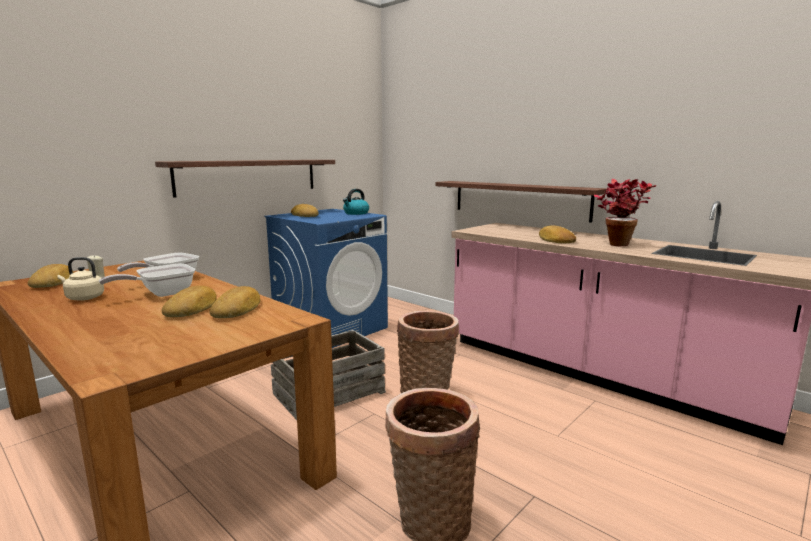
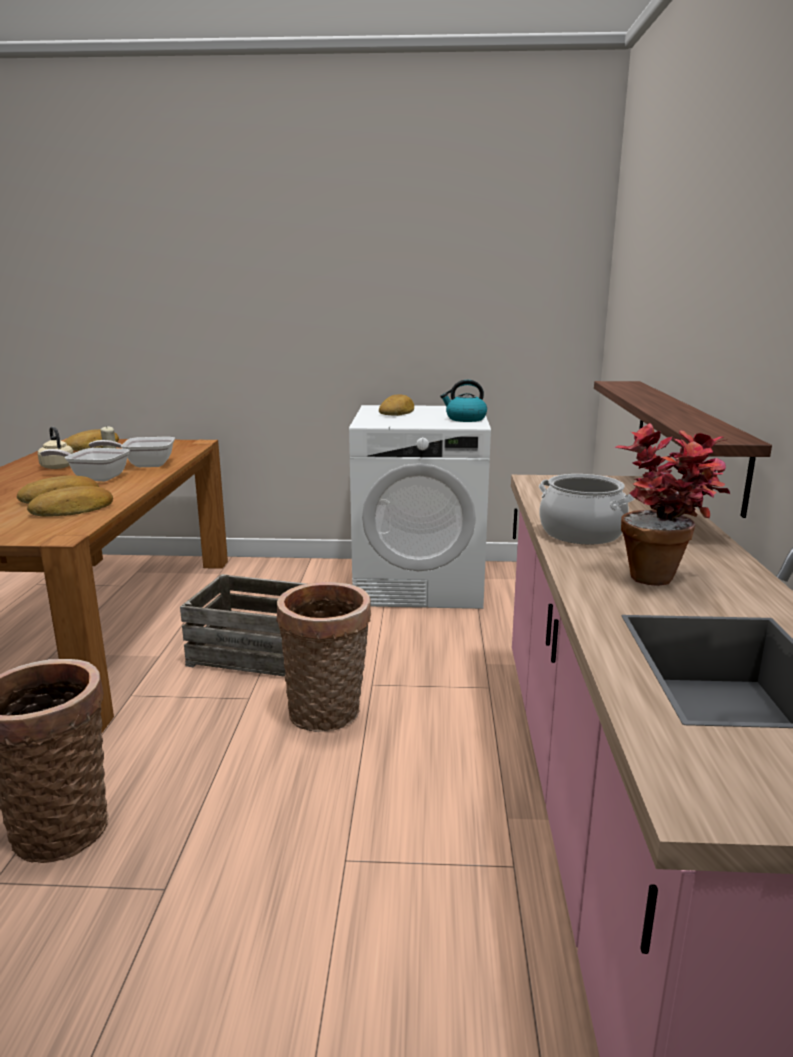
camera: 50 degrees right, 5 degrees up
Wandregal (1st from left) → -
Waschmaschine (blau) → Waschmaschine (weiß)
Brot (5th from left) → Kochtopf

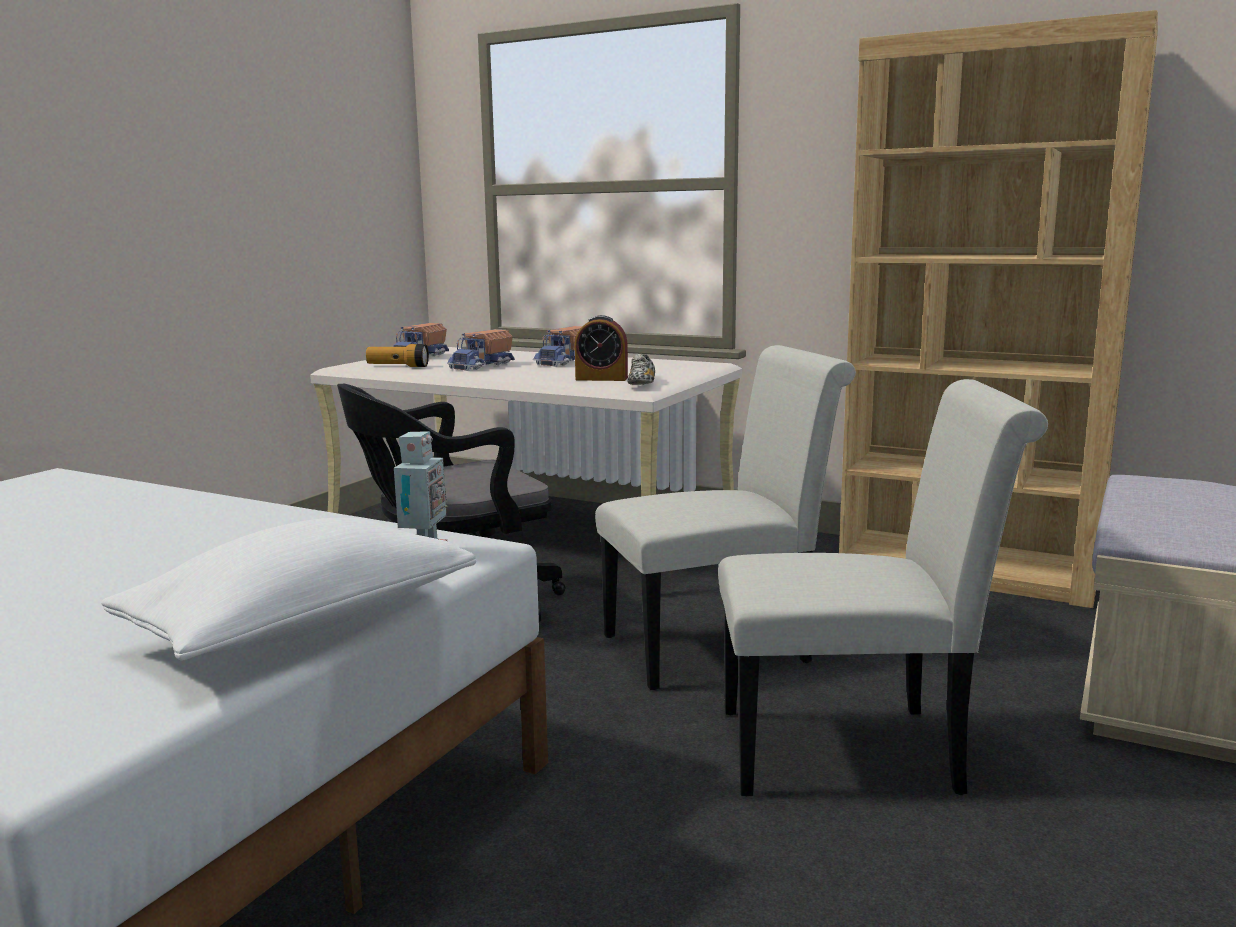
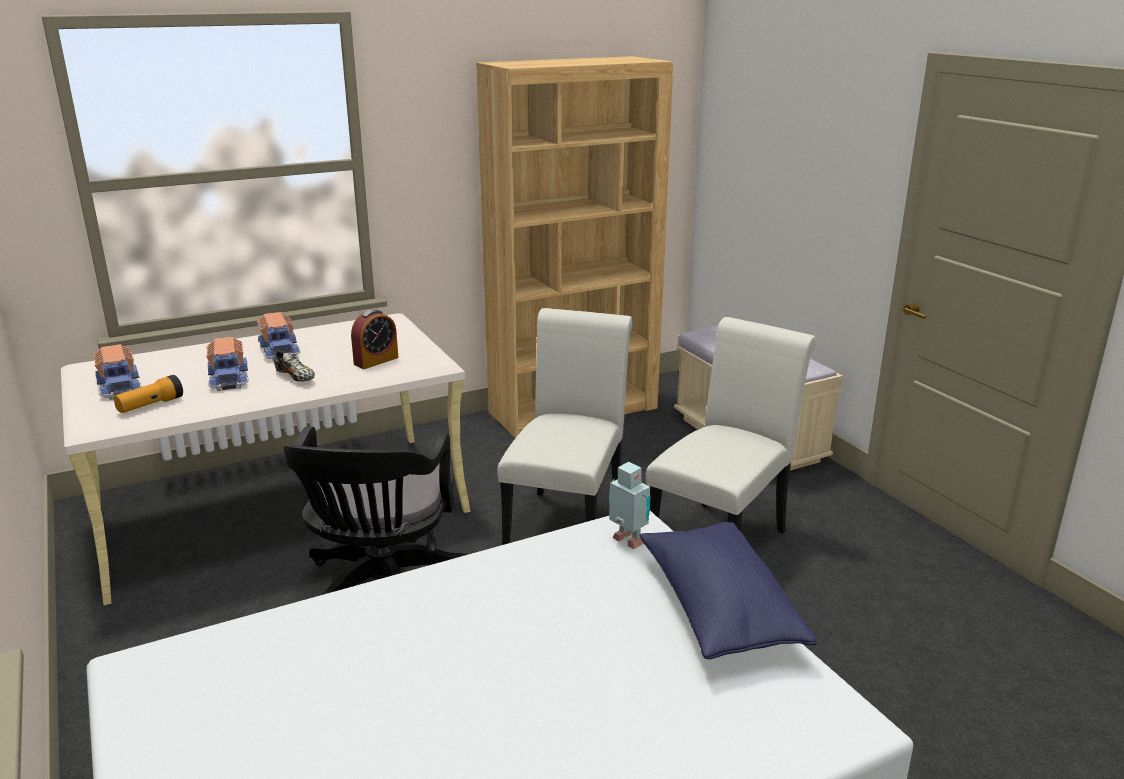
camera: 55 degrees left, 10 degrees up
Schuh, moved
Kissen (weiß) → Kissen (blau)

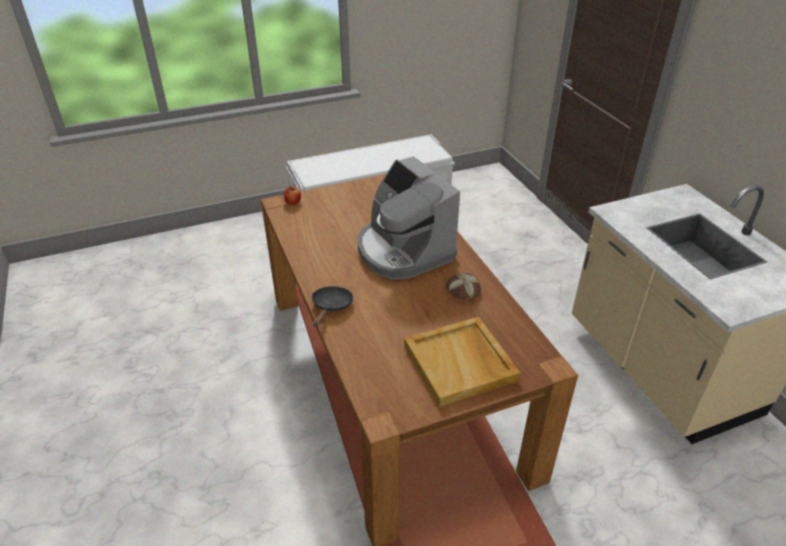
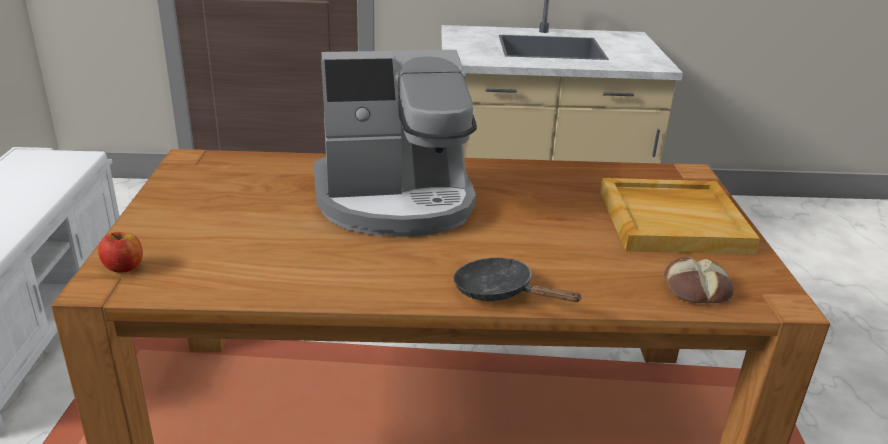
camera: 70 degrees left, 10 degrees down
Brot, moved

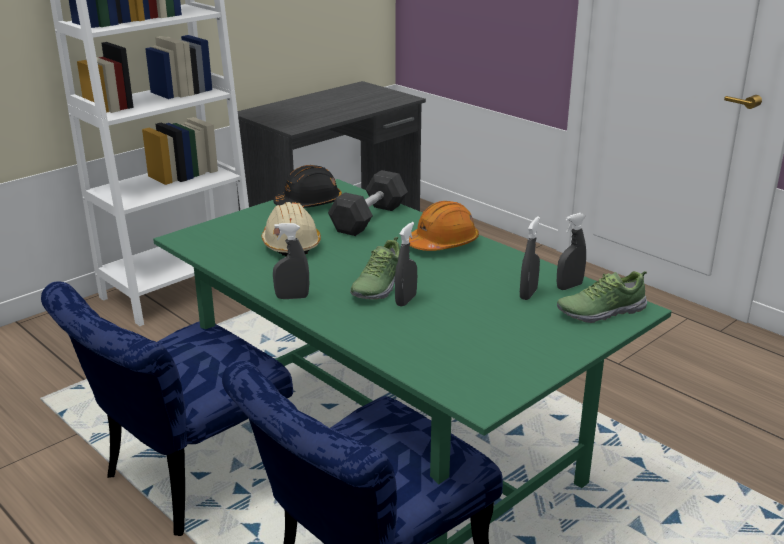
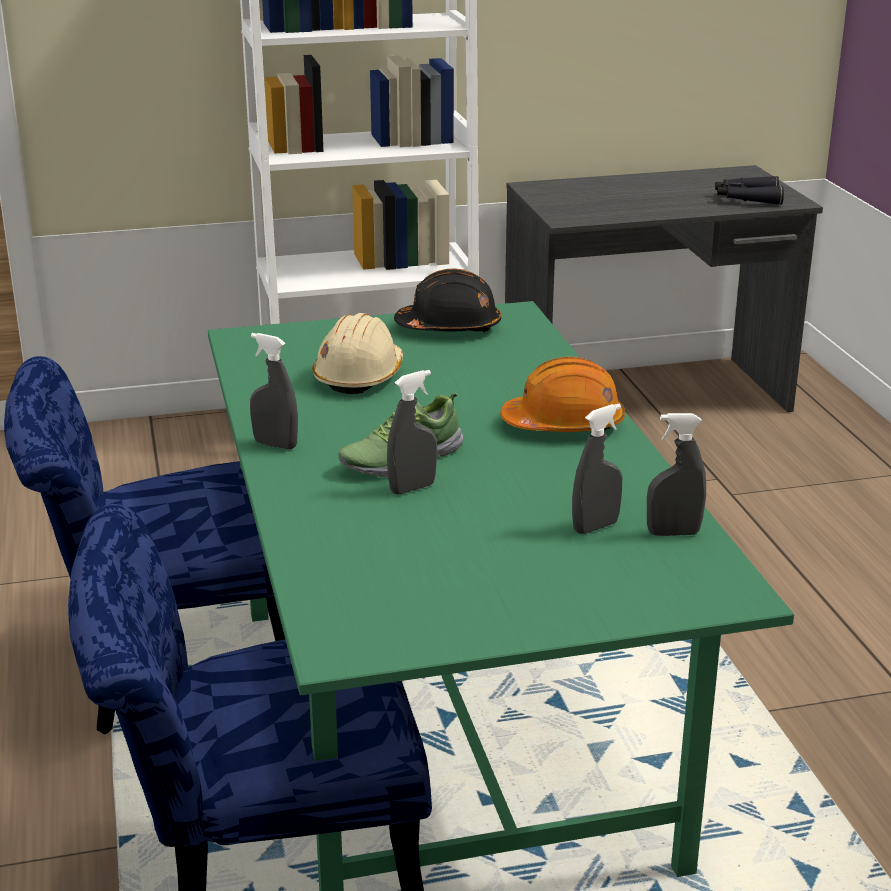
camera: 30 degrees right, 0 degrees up
Hantel (grau) → -
Schuh (2nd from left) → -
- → Fernglas (schwarz)

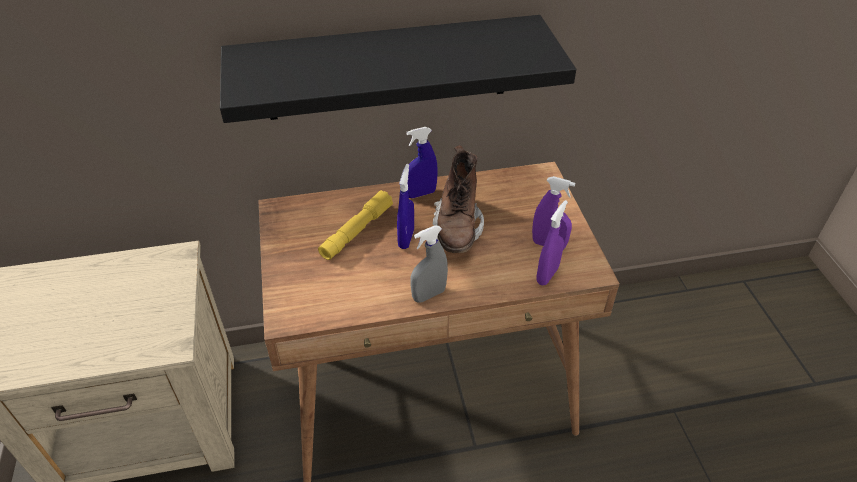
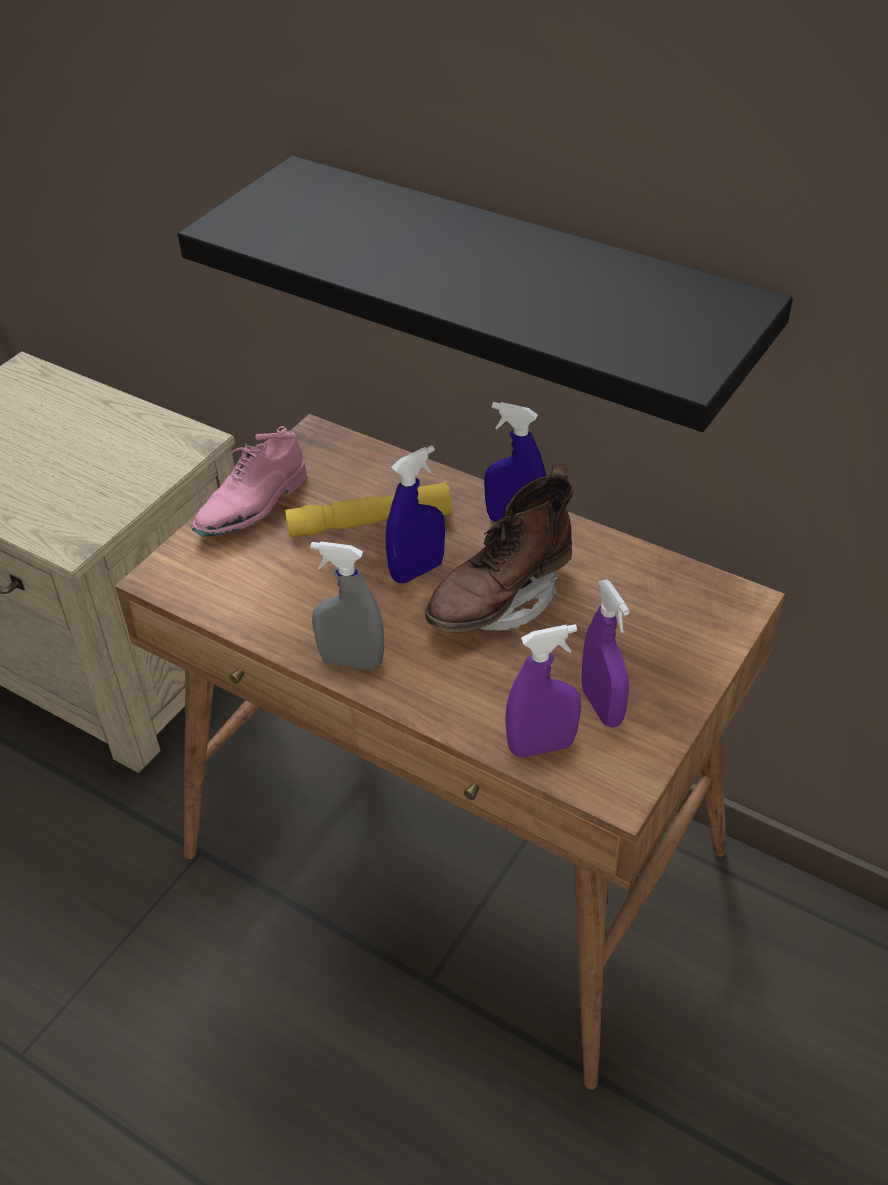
camera: 45 degrees right, 0 degrees up
- → Schuh (rosa)

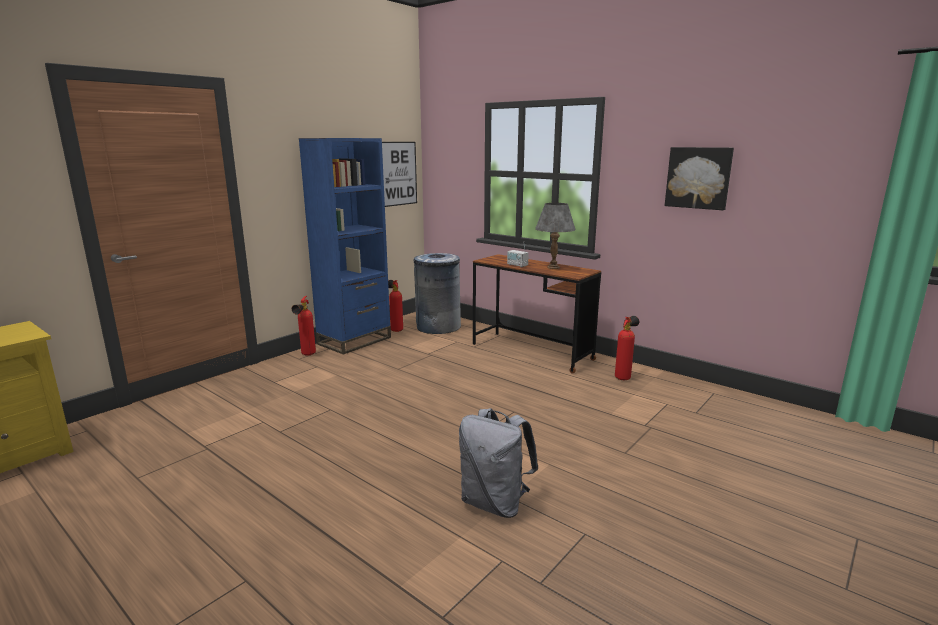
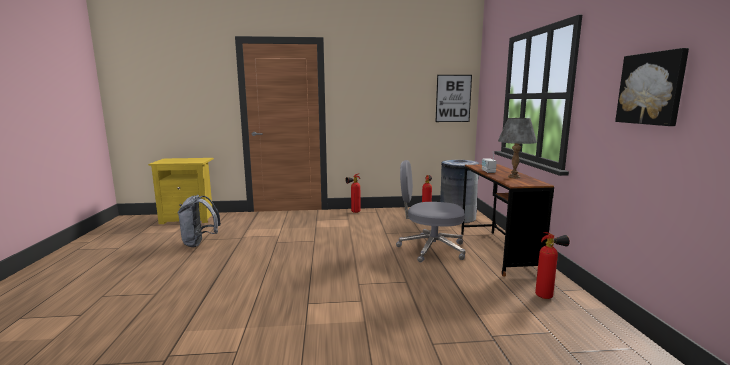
camera: 45 degrees right, 5 degrees down
Bücherregal (blau) → -
Rucksack (grau), moved
- → Bürostuhl (grau)

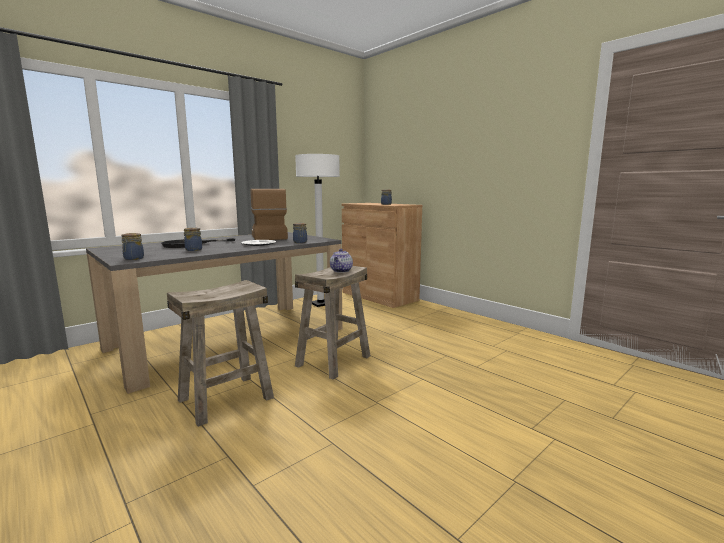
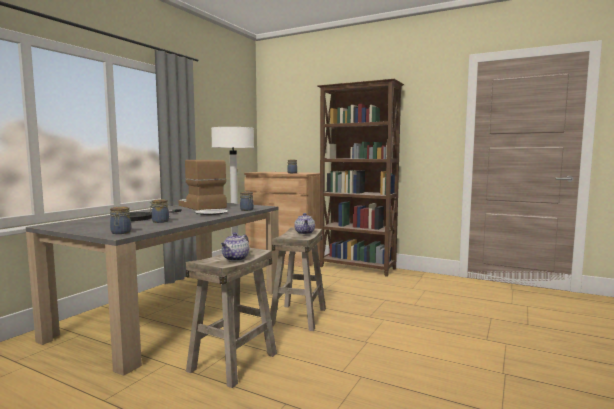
camera: 20 degrees left, 5 degrees down
- → Bücherregal (braun)
- → Teekanne (1st from left)

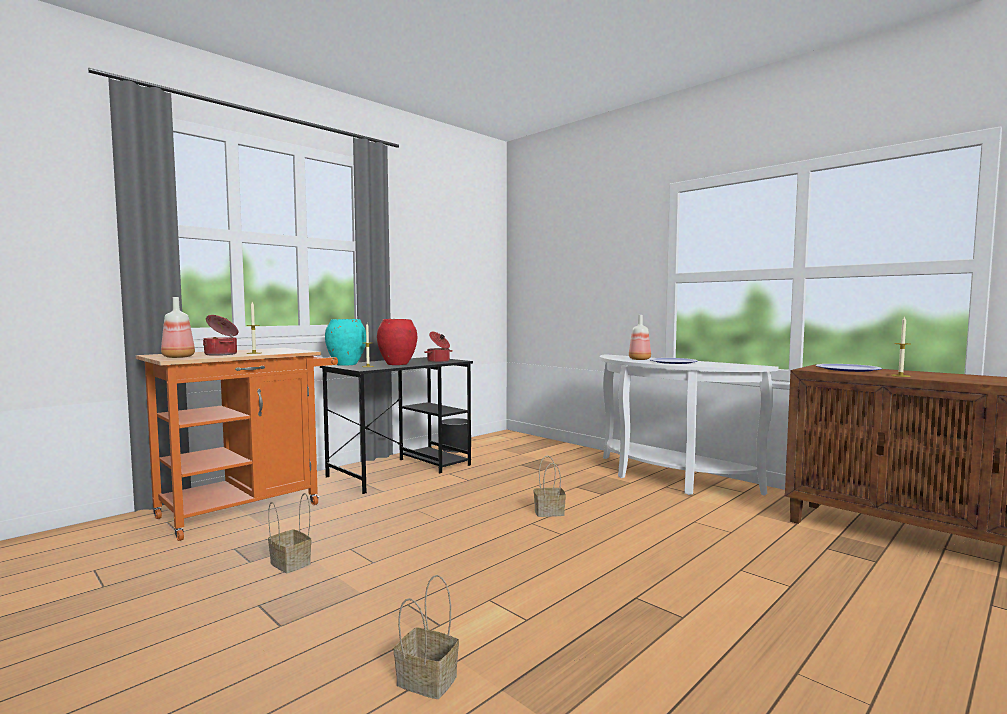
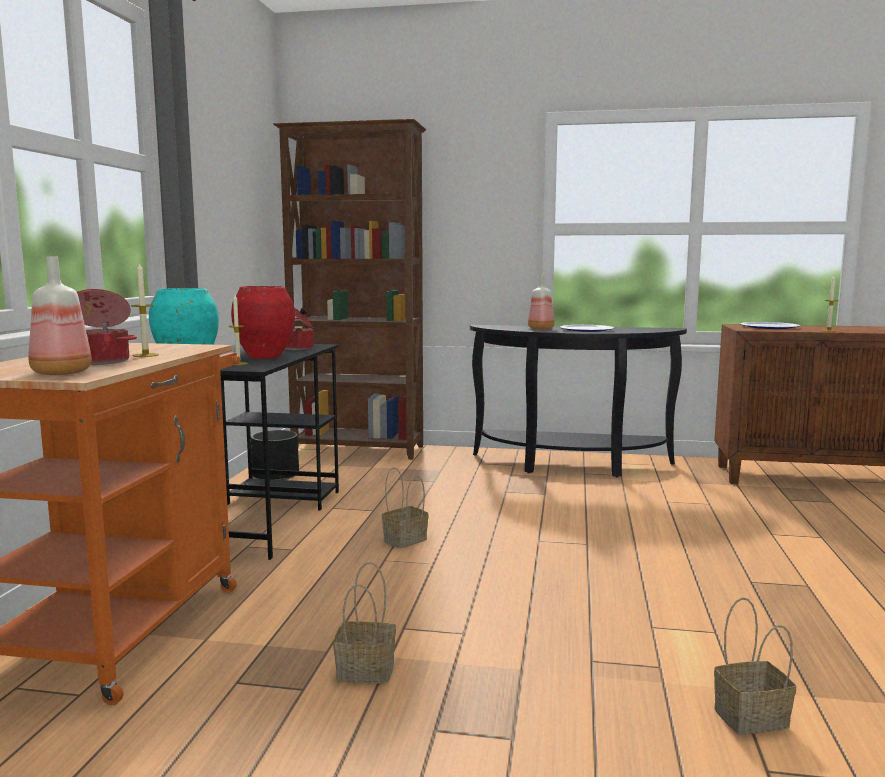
camera: 35 degrees left, 5 degrees up
Konsolentisch (weiß) → Konsolentisch (schwarz)
Korb (3rd from left in the first image) → Korb (2nd from left), moved
- → Bücherregal (braun)

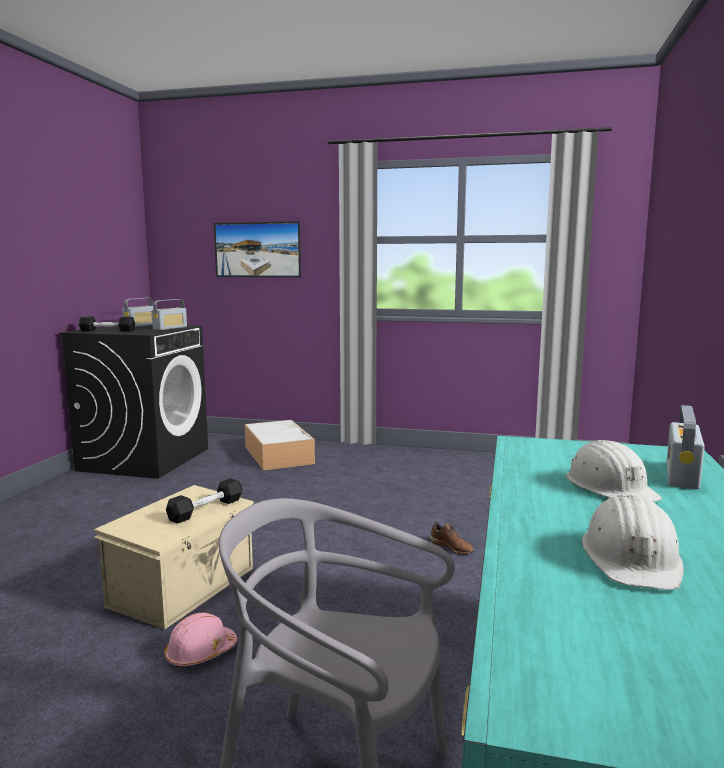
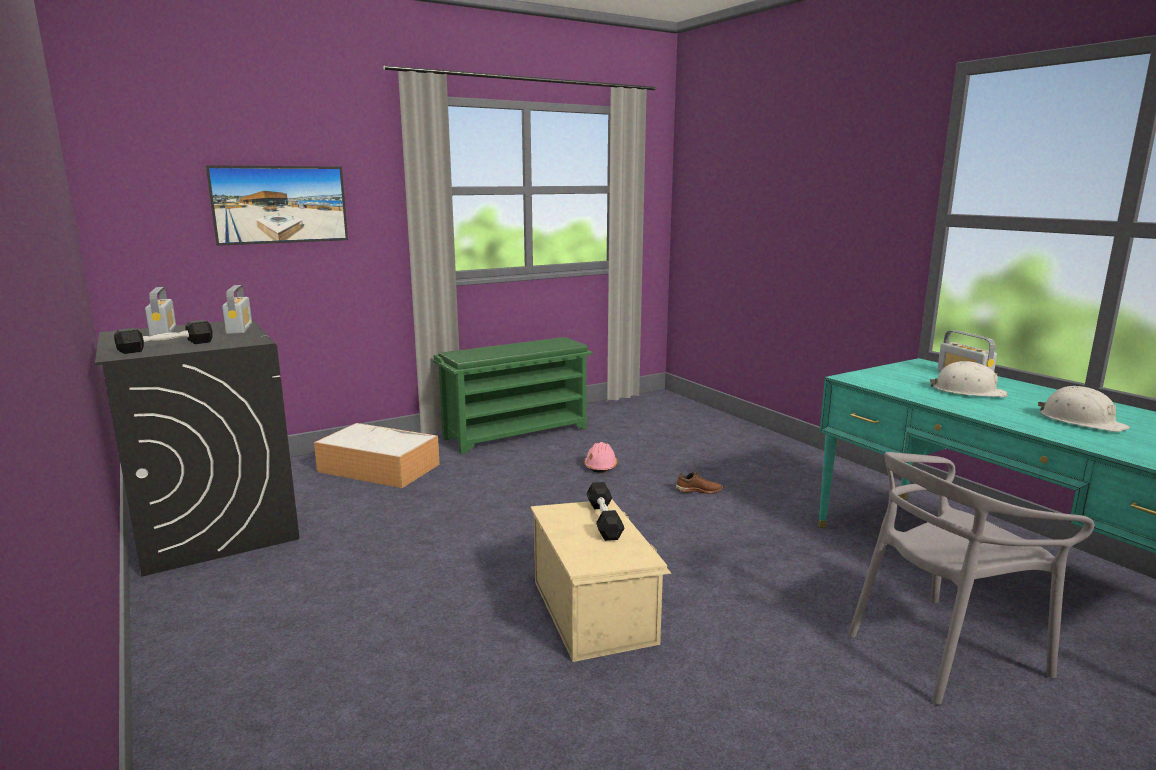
camera: 45 degrees left, 5 degrees up
Schutzhelm (rosa), moved
- → Schuhregal (grün)

